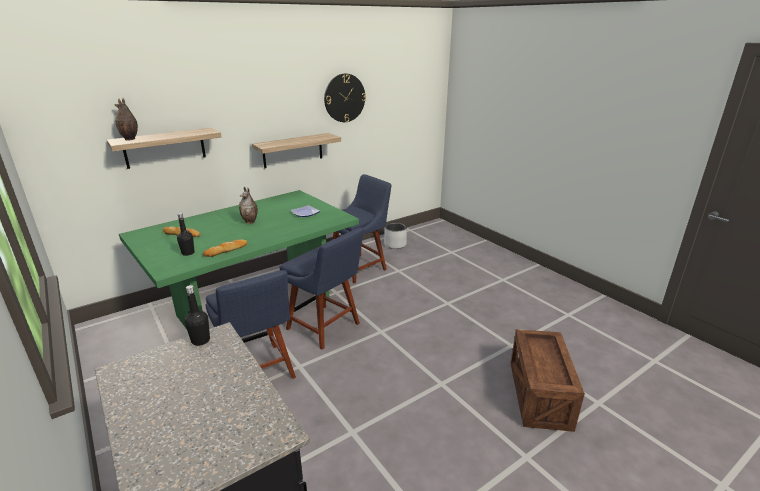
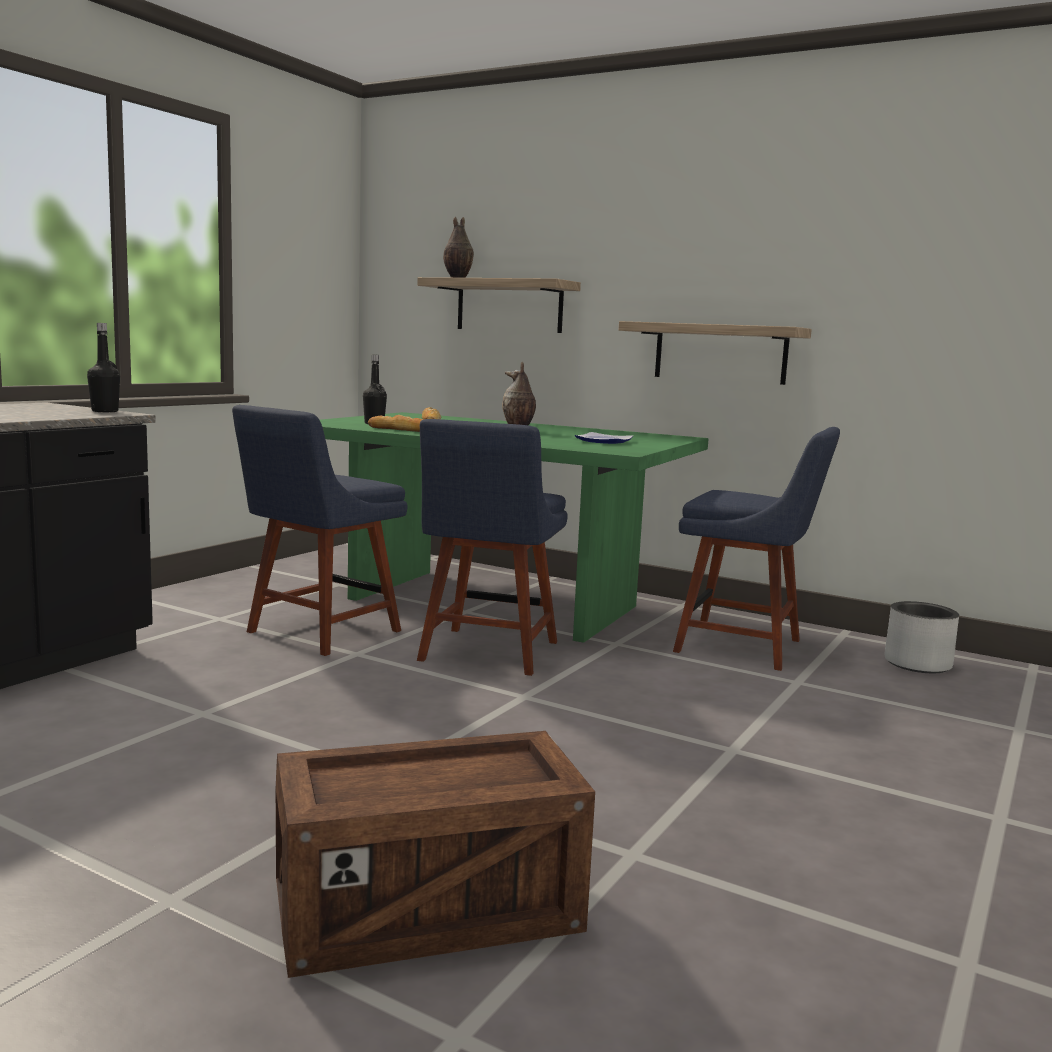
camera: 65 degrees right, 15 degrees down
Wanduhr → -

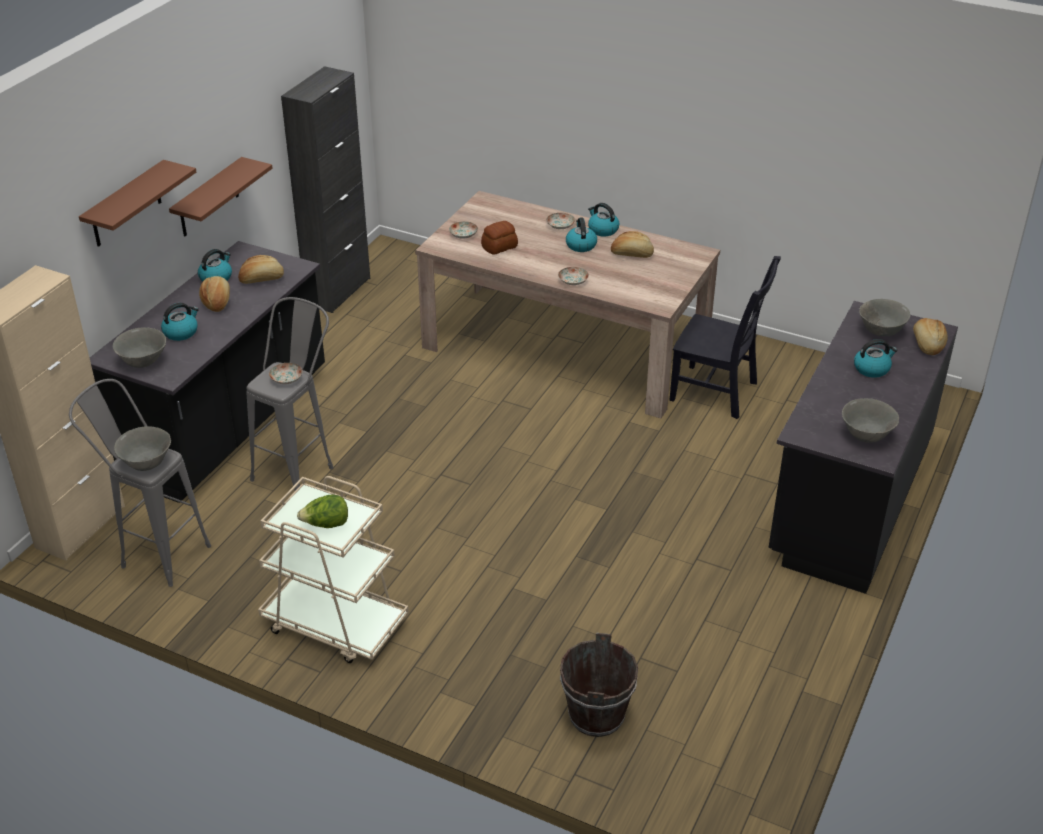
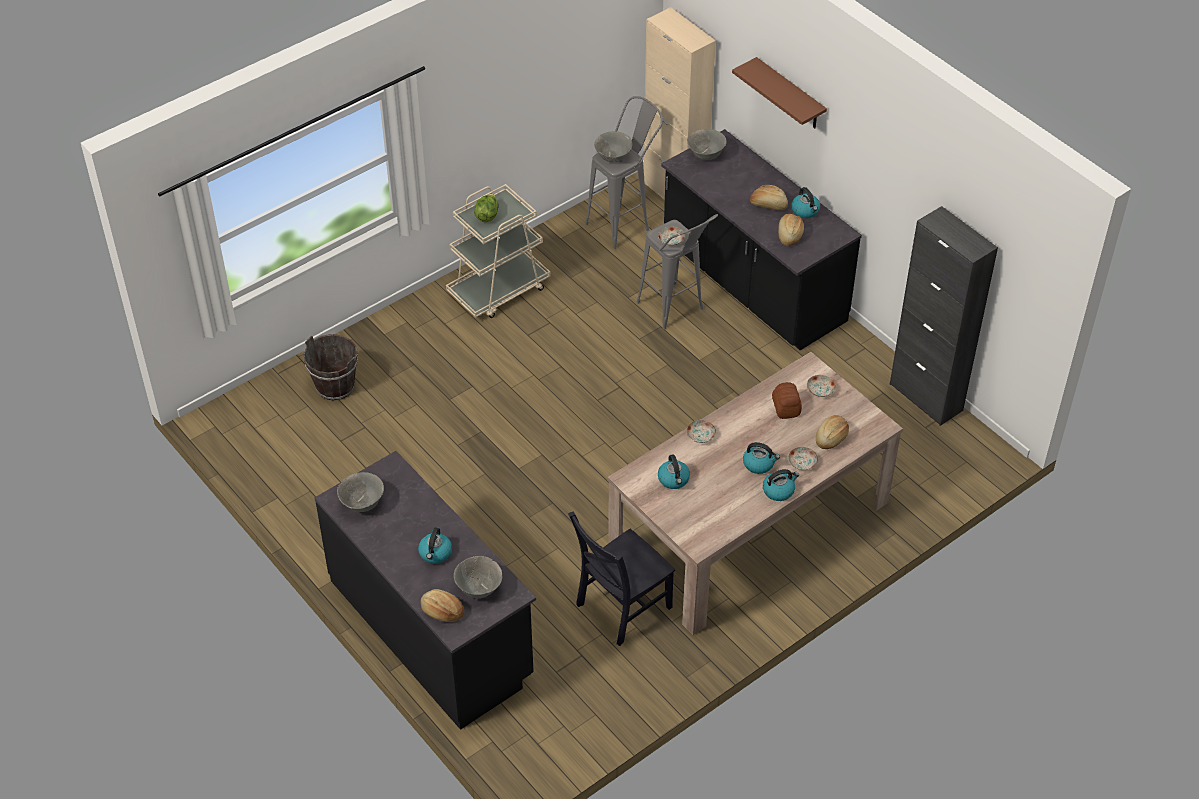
camera: 115 degrees right, 10 degrees up
Wandregal (braun) (2nd from left) → -
Brot (4th from left in the first image) → Brot (5th from left), moved
Wasserkessel (1st from left in the first image) → Wasserkessel (2nd from left), moved

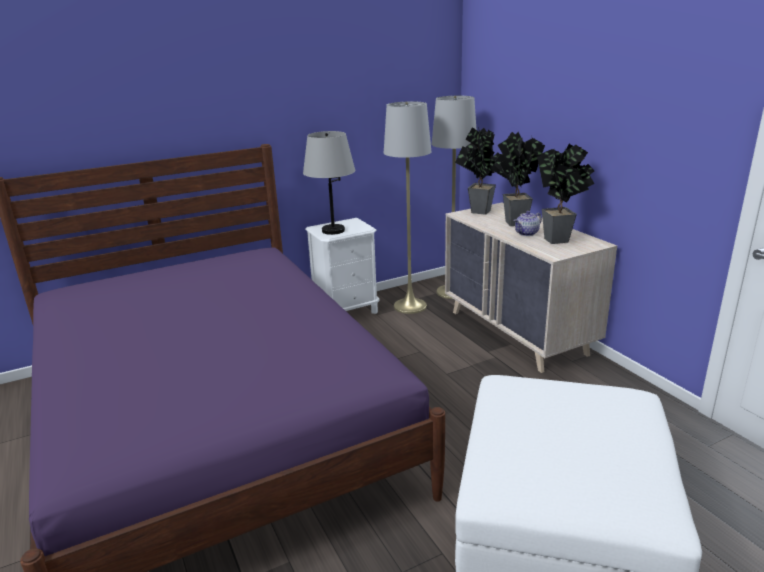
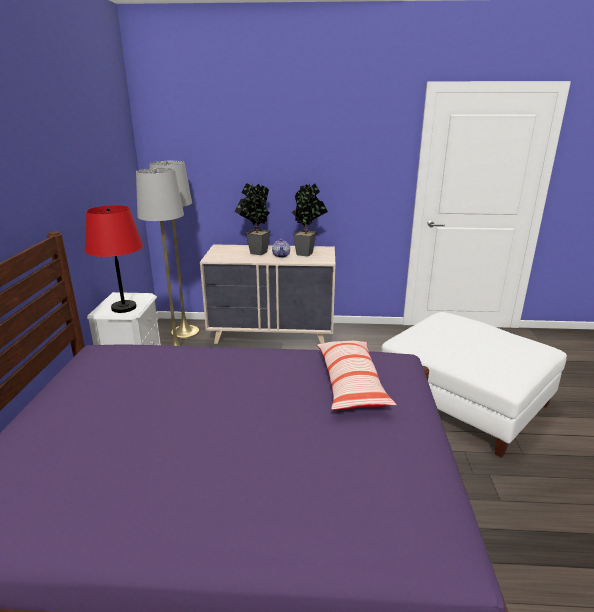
camera: 60 degrees left, 0 degrees up
Topfpflanze (1st from left) → -
Tischlampe (grau) → Tischlampe (rot)
- → Kissen

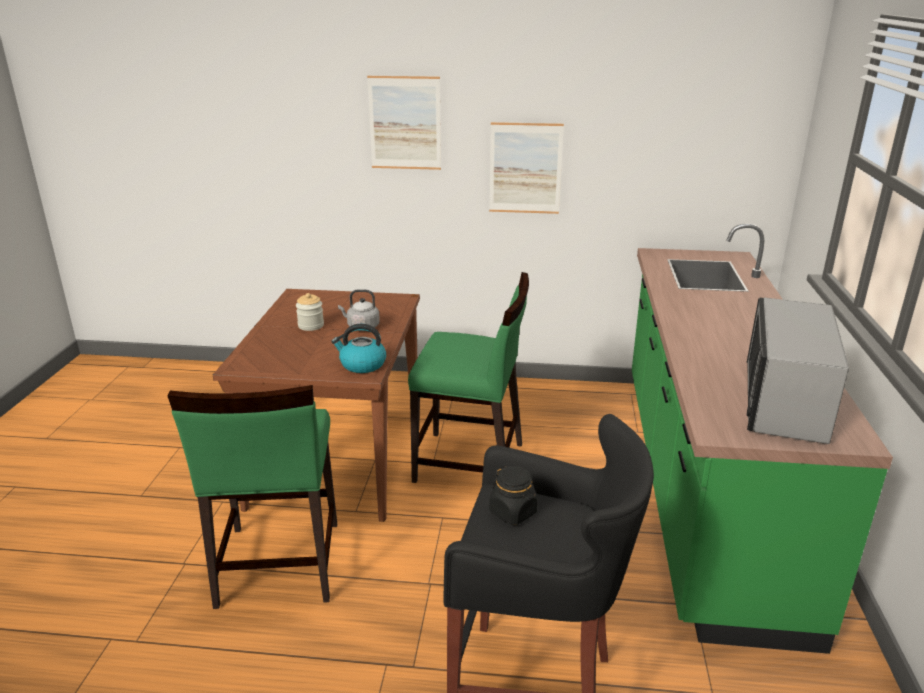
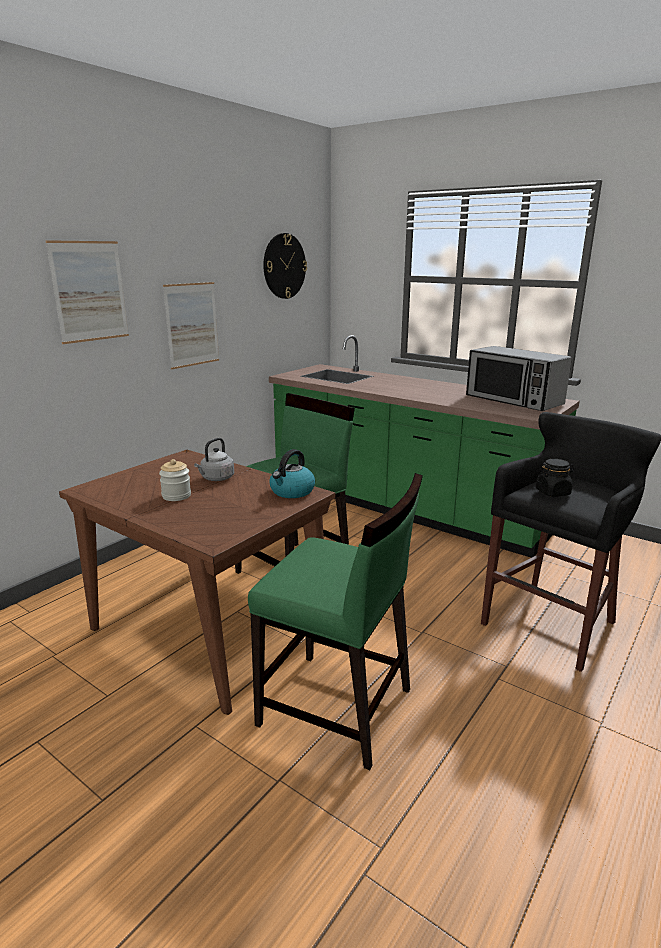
camera: 60 degrees left, 5 degrees down
- → Wanduhr

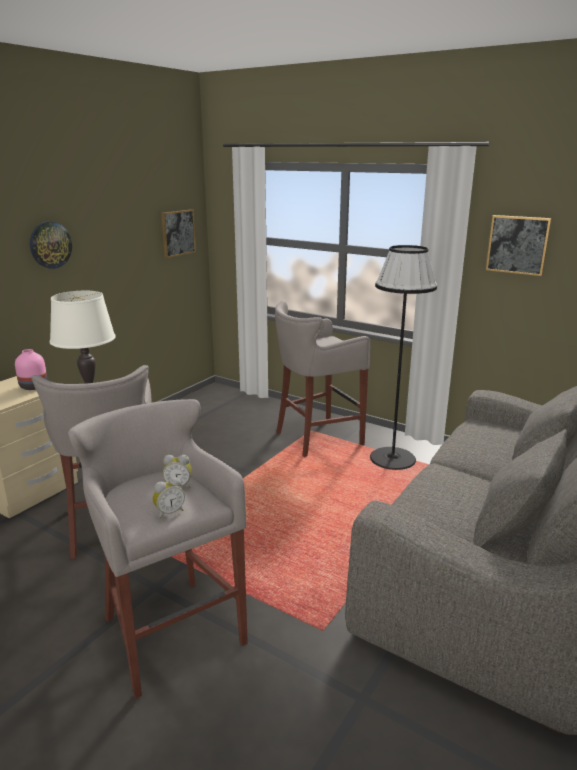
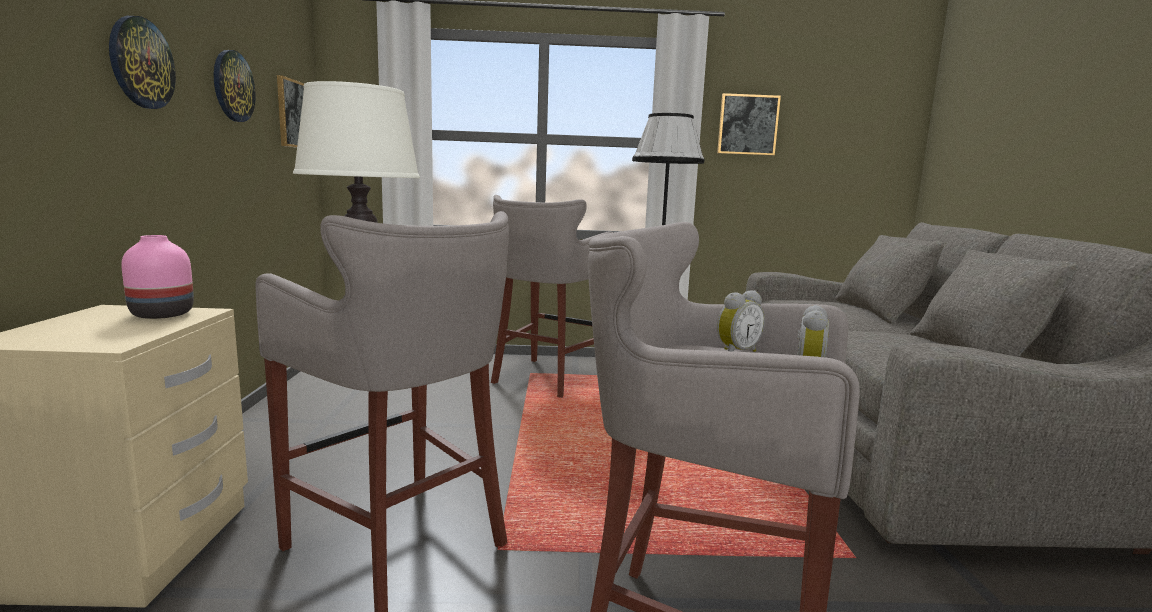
camera: 35 degrees left, 10 degrees down
- → Wanduhr (2nd from left)

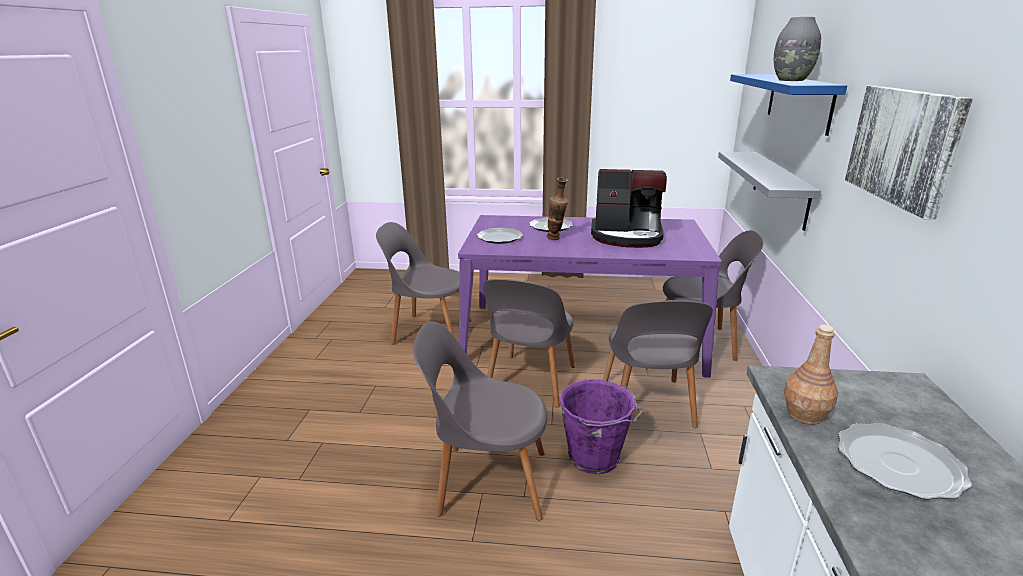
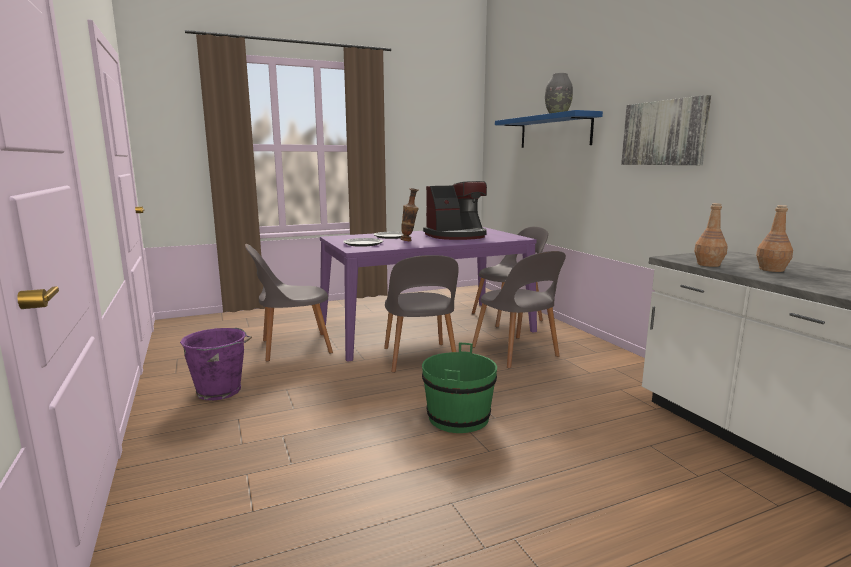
camera: 30 degrees left, 10 degrees down
Wandregal (grau) → -
Stuhl (grau) (2nd from left) → Eimer (grün)
Eimer (lila), moved
Teller (3rd from left) → Flasche (braun) (2nd from left)

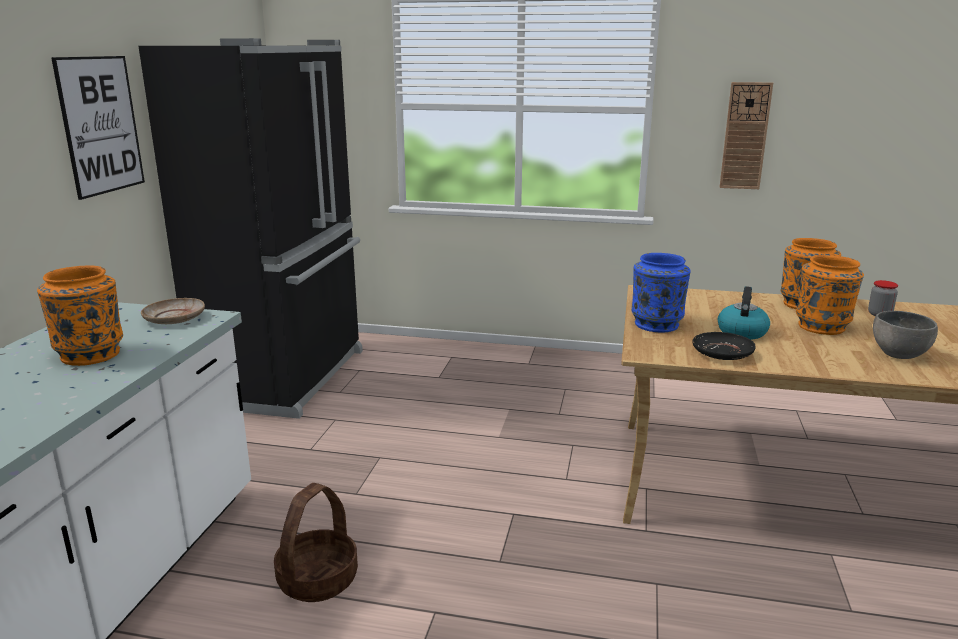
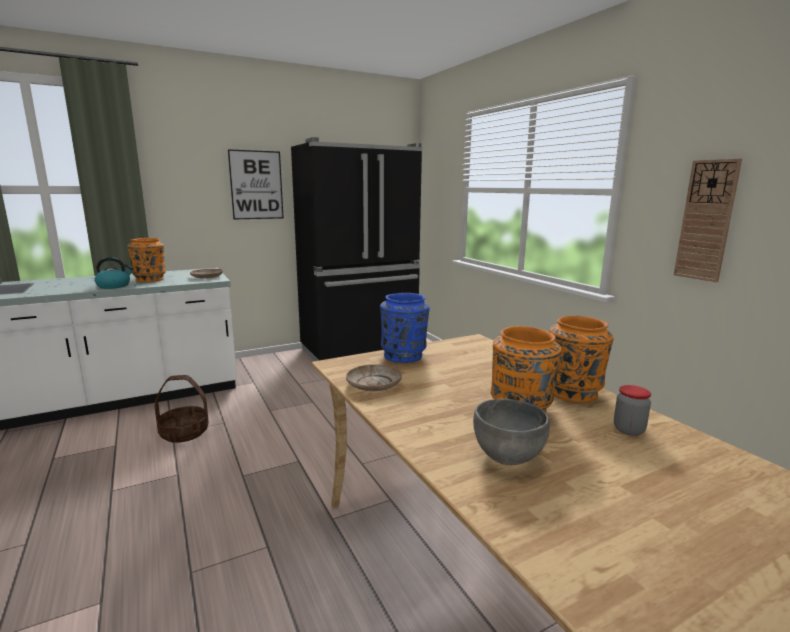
camera: 50 degrees right, 5 degrees down
Wasserkessel, moved
Teller (schwarz) → Teller (beige) (2nd from left)

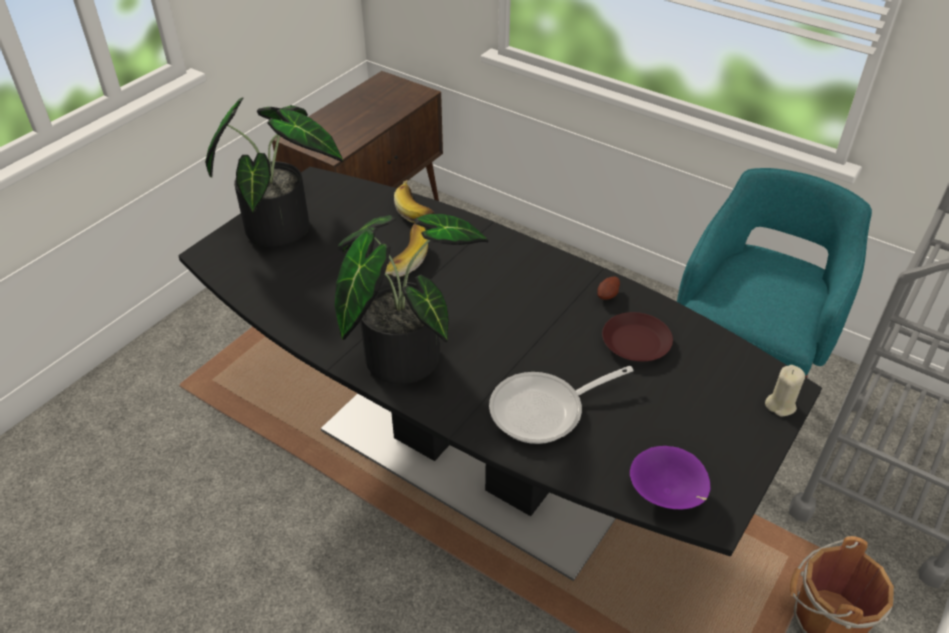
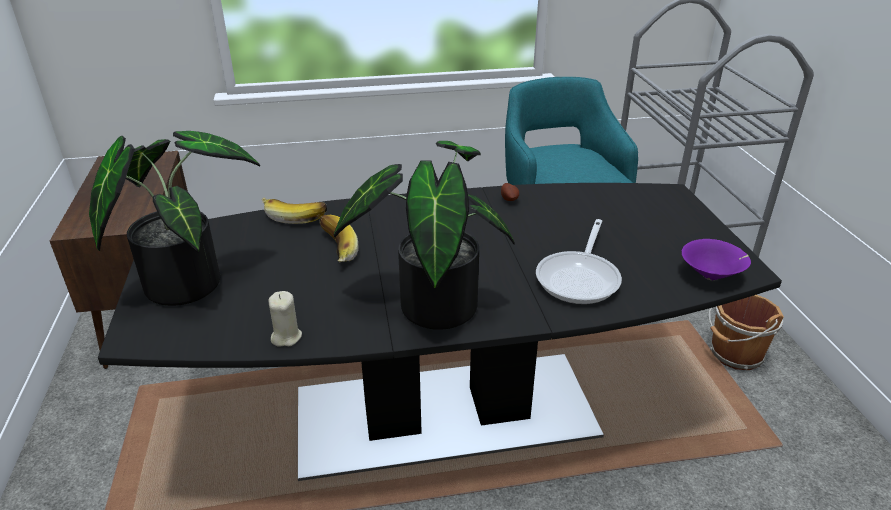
camera: 45 degrees left, 10 degrees down
Teller (braun) → -
Kerze (beige), moved

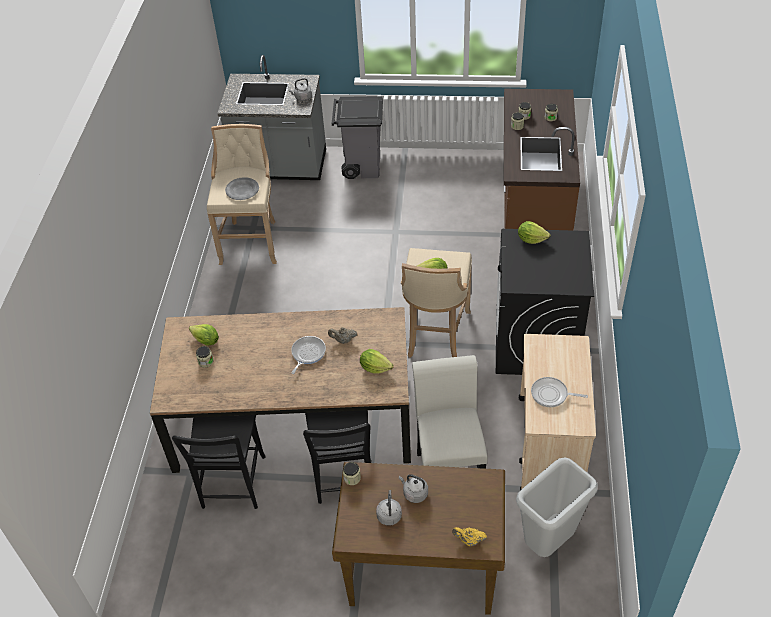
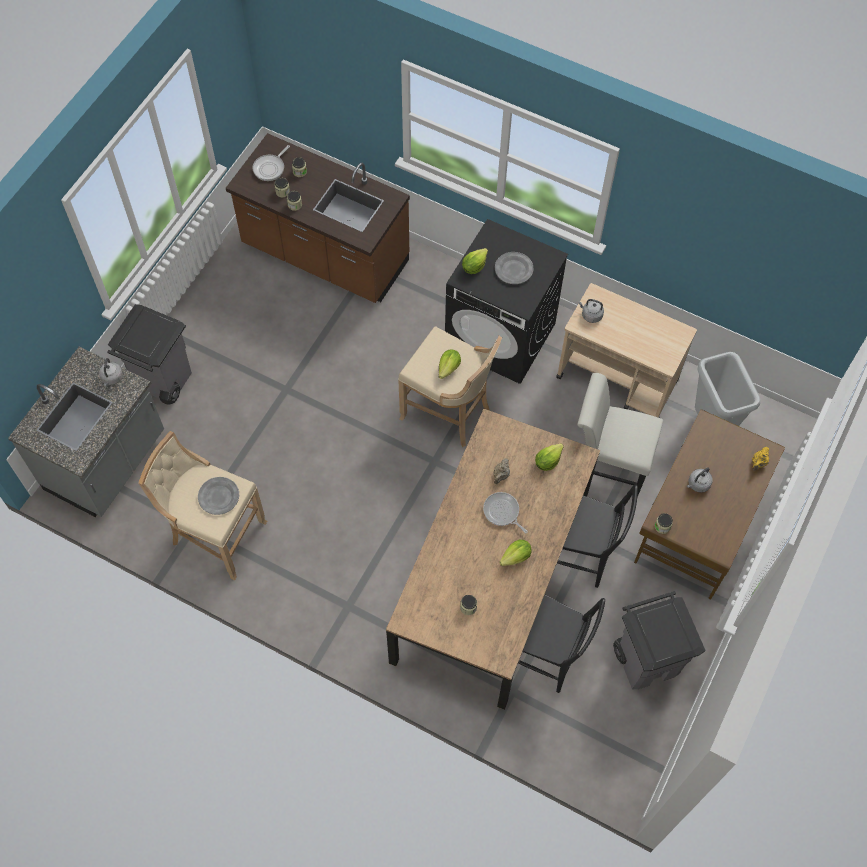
camera: 70 degrees left, 15 degrees up
Salatkopf (1st from left in the first image) → Salatkopf (3rd from left), moved
Pfanne (2nd from left in the first image) → Pfanne (1st from left), moved
Wasserkessel (grau) (2nd from left), moved
- → Teller (grau) (2nd from left)
- → Mülleimer (grau) (2nd from left)

